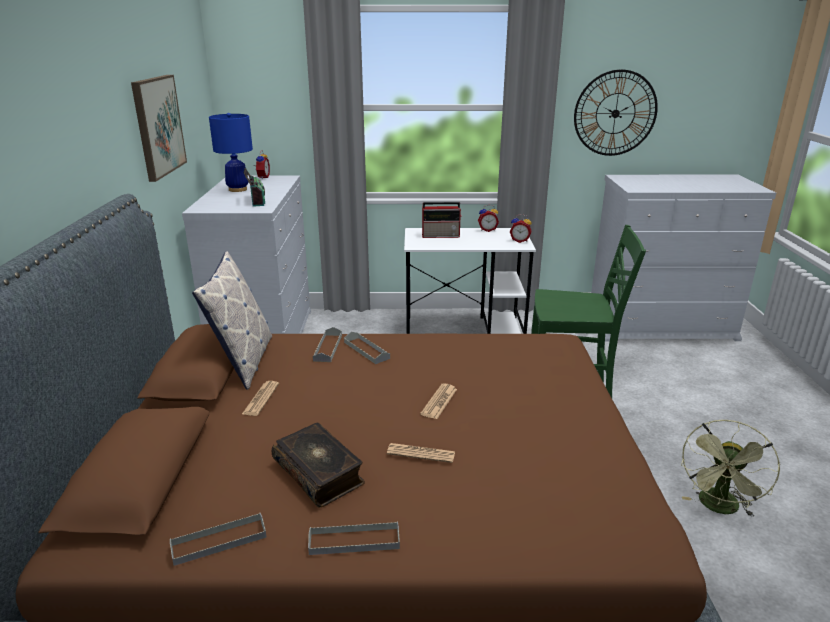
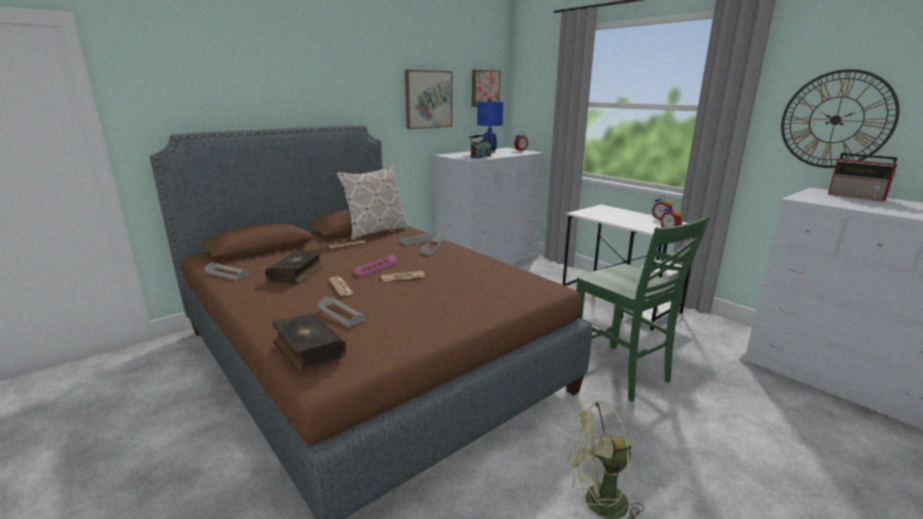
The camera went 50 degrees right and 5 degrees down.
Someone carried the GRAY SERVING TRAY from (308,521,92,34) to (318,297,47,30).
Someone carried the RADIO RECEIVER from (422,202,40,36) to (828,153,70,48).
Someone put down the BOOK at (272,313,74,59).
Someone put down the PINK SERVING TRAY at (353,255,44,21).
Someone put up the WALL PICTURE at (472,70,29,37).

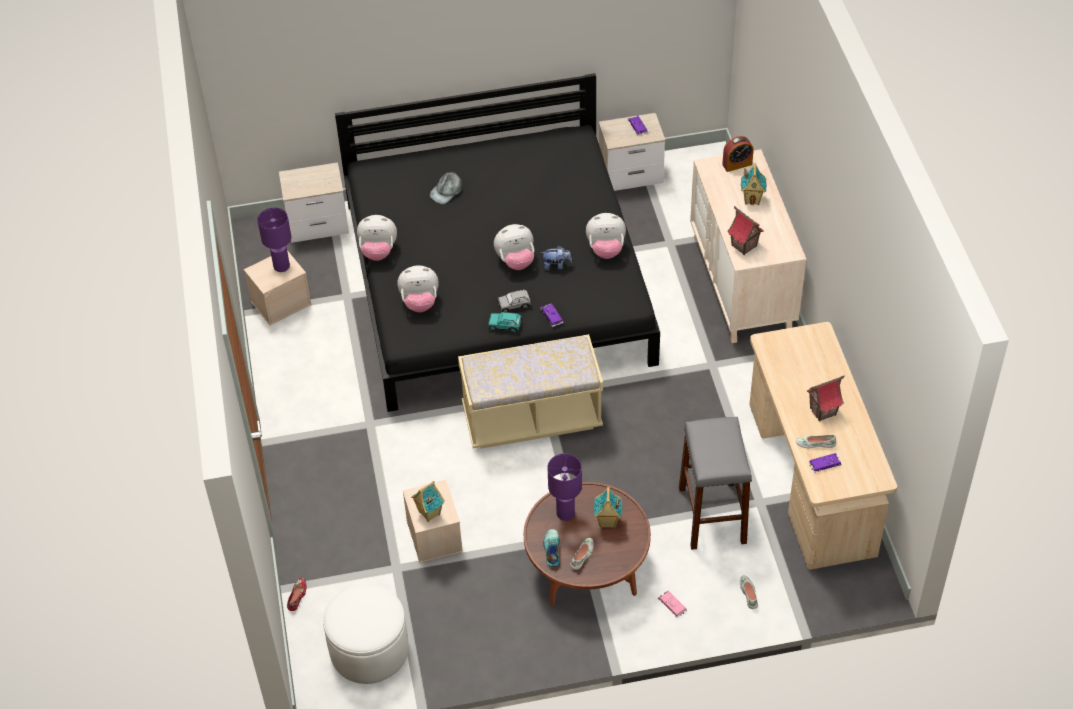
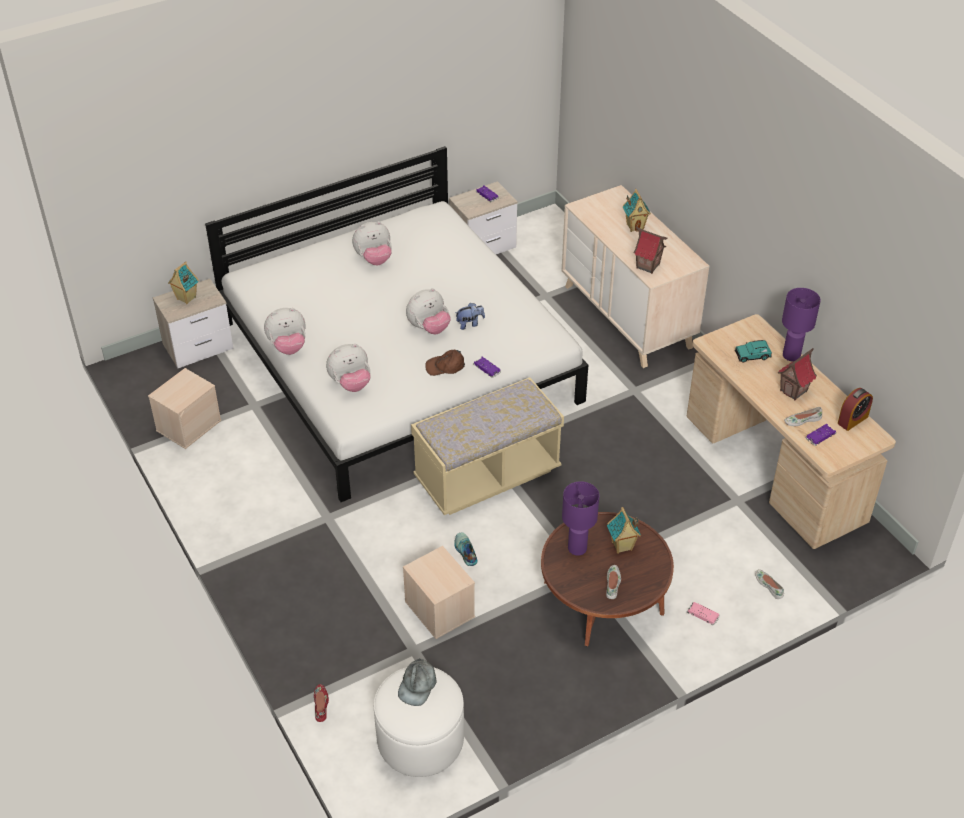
The camera went 20 degrees left and 5 degrees down.
Someone carried the PURPLE TABLE LAMP from (257,207,34,65) to (782,288,38,73).
Someone repainted the BLACKISH BEDROOM BED at (335,73,325,339), which became the WHITE BEDROOM BED at (205,146,383,356).
Someone carried the TOY HOUSE from (411,481,34,41) to (168,262,31,42).
Someone carried the GRAY CAP from (430,172,32,32) to (398,659,39,47).
Someone carried the BLUE-GREEN MINIATURE CAR from (488,311,34,21) to (735,340,37,23).
Someone swapped the GRAY MINIATURE CAR at (497,289,35,23) for the BROWN CAP at (425,350,40,26).
Someone carried the ITEM OF FOOTWEAR from (543,529,17,38) to (454,532,23,34).
Someone carried the PLUSH TOY from (586,213,40,46) to (352,221,40,44).
Someone took away the GRAY STOOL SEAT at (679,417,73,133).
Someone carried the ALARM CLOCK from (722,136,32,36) to (838,388,35,43).

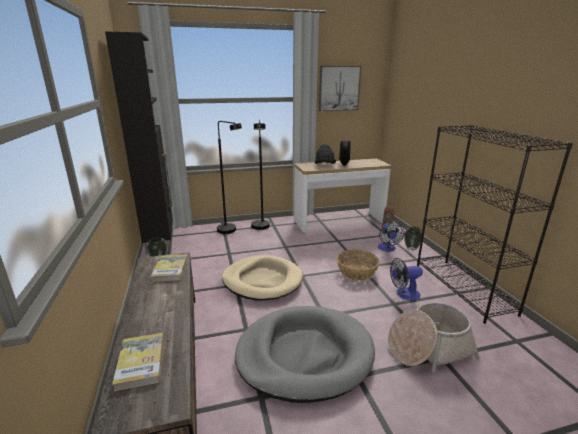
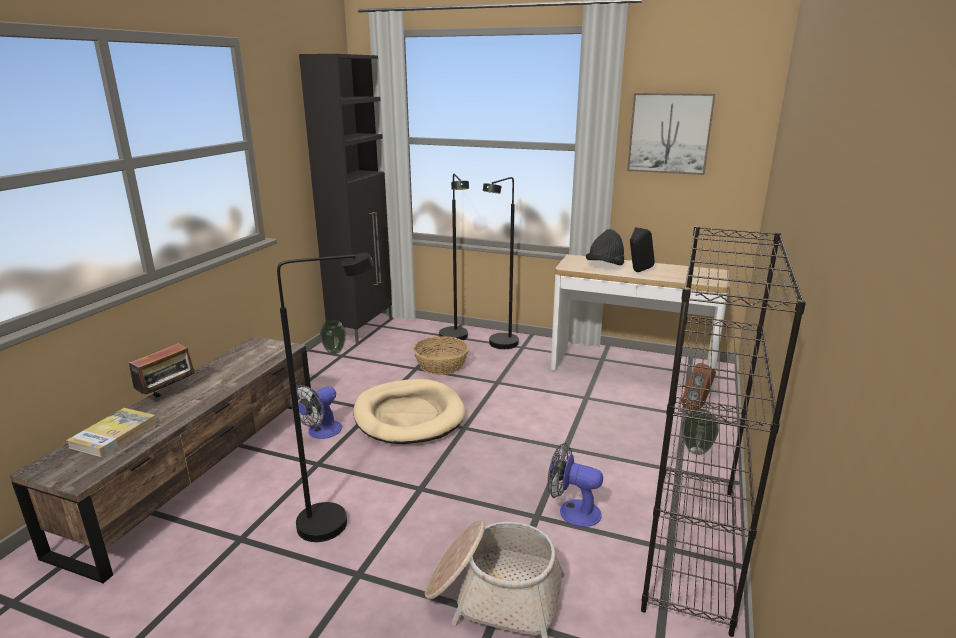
The camera went 35 degrees right and 0 degrees up.
Someone took away the BOOK at (151,255,37,27).
Someone swapped the GRAY PET BED at (235,306,140,97) for the BLACKISH FLOOR LAMP at (277,253,97,289).
Someone carried the HOUSEHOLD BASKET from (337,249,43,32) to (413,336,56,39).
Someone carried the COOLING FAN from (378,223,27,29) to (290,385,52,54).
Someone put down the RADIO RECEIVER at (129,343,69,56).

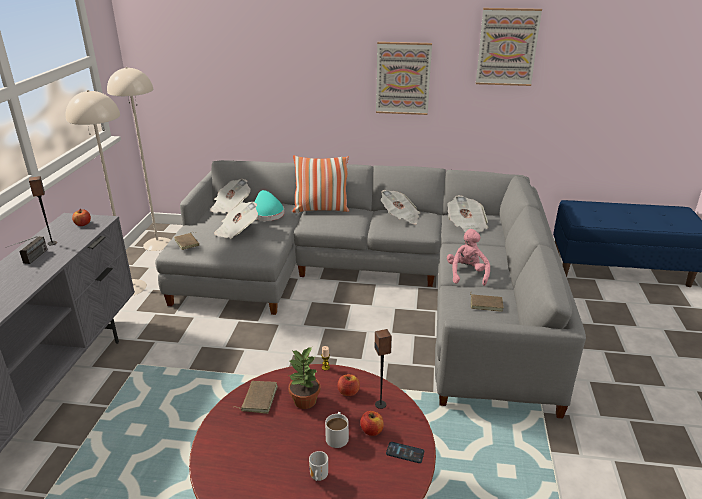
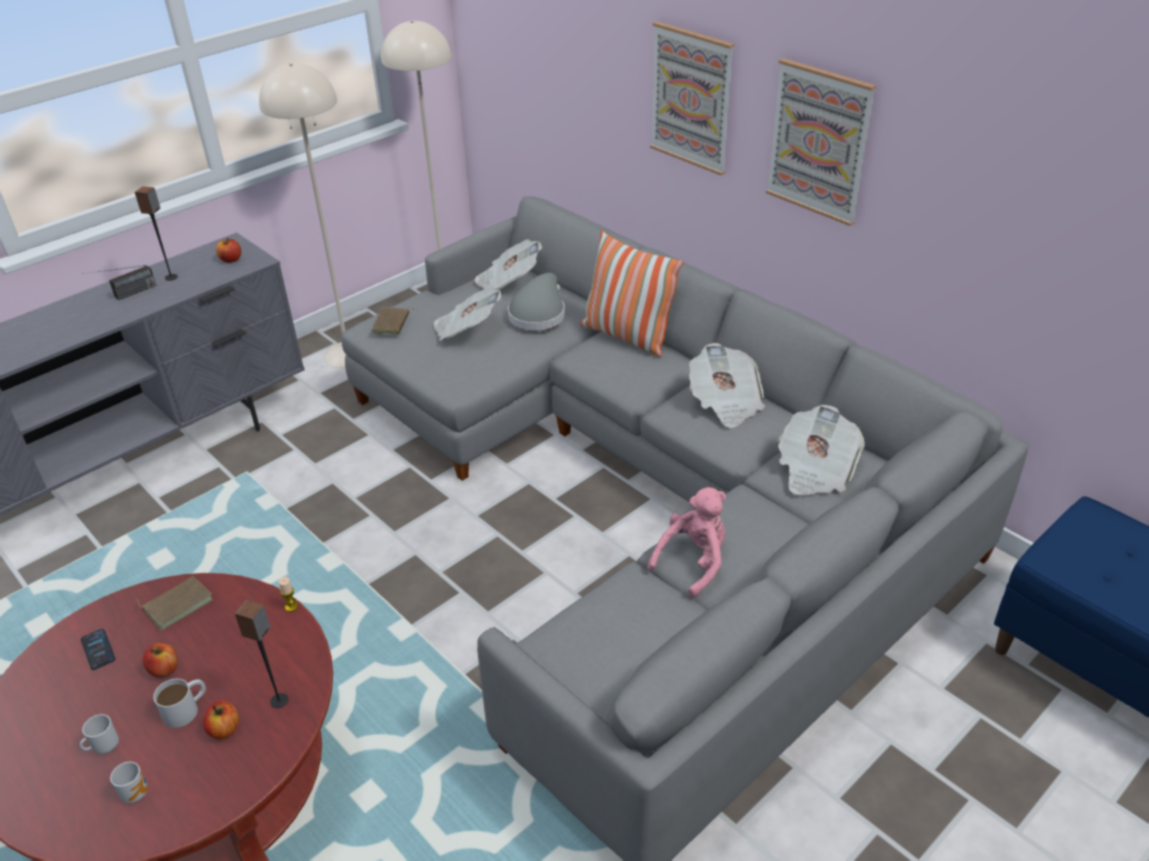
The camera went 40 degrees right and 10 degrees up.
Someone repainted the BLUE-GREEN HAT at (254,190,30,31), which became the GRAY HAT at (508,273,57,58).
Someone took away the PLANT IN A POT at (288,347,32,62).
Someone carried the APPLE from (338,374,22,22) to (142,643,36,35).
Someone carried the PHONE from (386,442,38,21) to (81,629,34,41).
Someone took away the BROWN BOOK at (470,291,34,21).
Someone carried the WALL PICTURE from (476,8,66,78) to (650,21,84,154).
Someone put down the COFFEE MUG at (110,762,38,41).

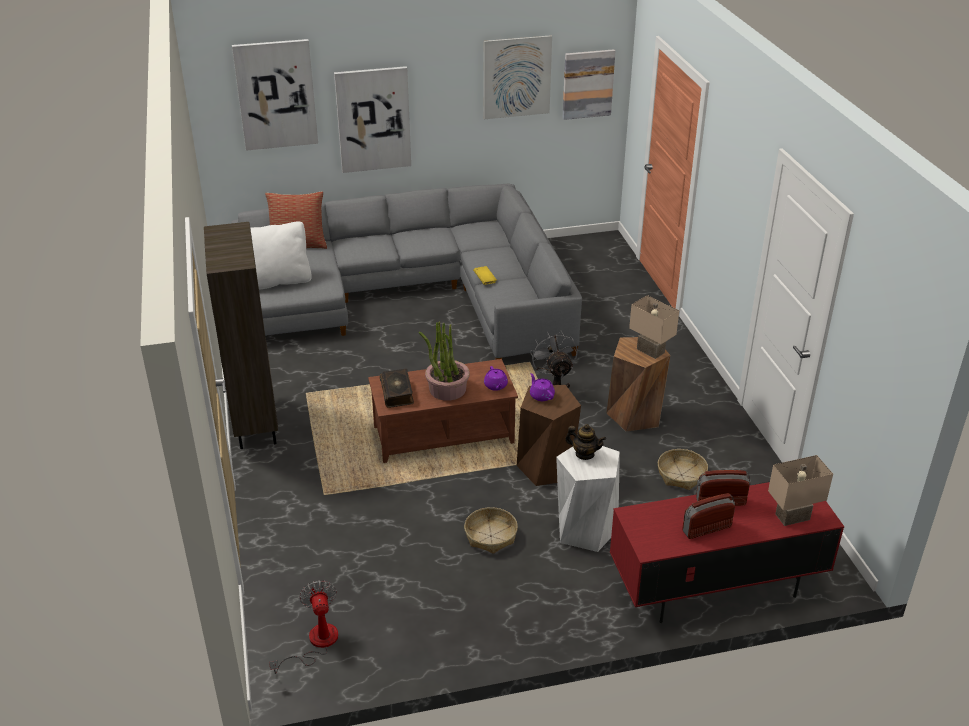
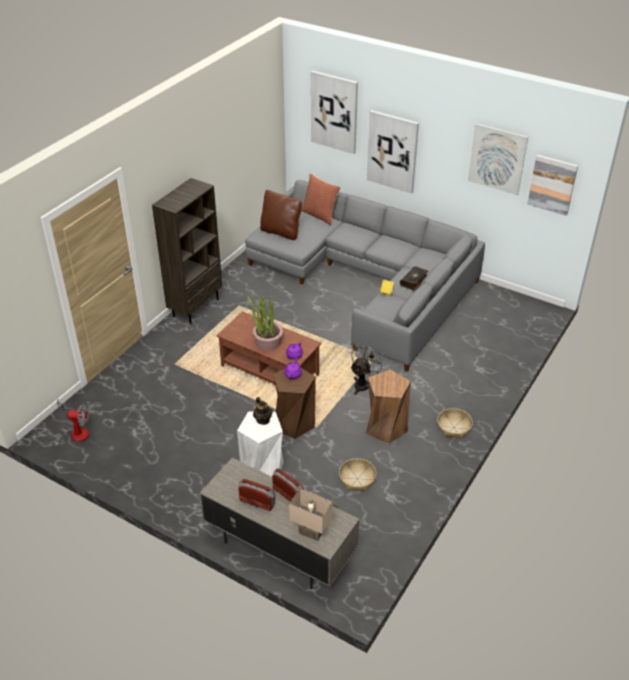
The camera went 45 degrees right and 5 degrees up.
Someone repainted the WHITE THROW PILLOW at (250,221,62,69), which became the BROWN THROW PILLOW at (260,190,42,50).
Someone rotated the COOLING FAN at (269,580,69,94) by 60 degrees clockwise.
Someone carried the BOOK from (380,369,34,39) to (400,266,28,25).
Someone carried the HOUSEHOLD BASKET from (464,507,54,47) to (437,408,36,31).
Someone repainted the RED TV UNIT at (610,481,234,142), which became the GRAY TV UNIT at (200,458,160,131).
Someone took away the BEIGE-COLOURED TABLE LAMP at (629,295,50,64).

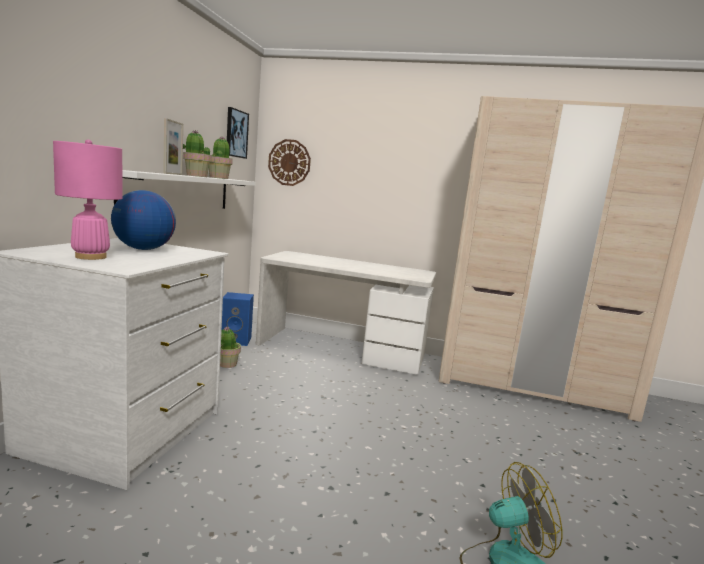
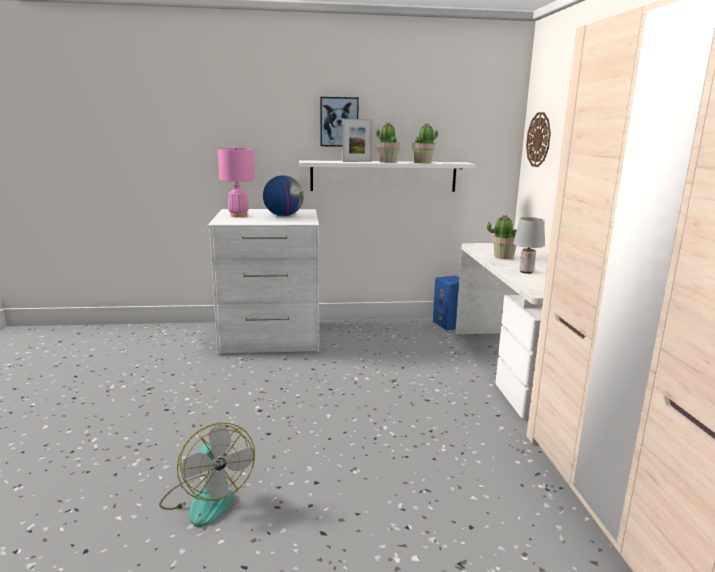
The camera went 70 degrees right and 5 degrees up.
Someone carried the PLANT IN A POT from (220,326,21,42) to (487,215,30,44).
Someone carried the WALL PICTURE from (227,107,22,52) to (320,97,39,50).
Someone put down the GRAY TABLE LAMP at (513,217,32,57).

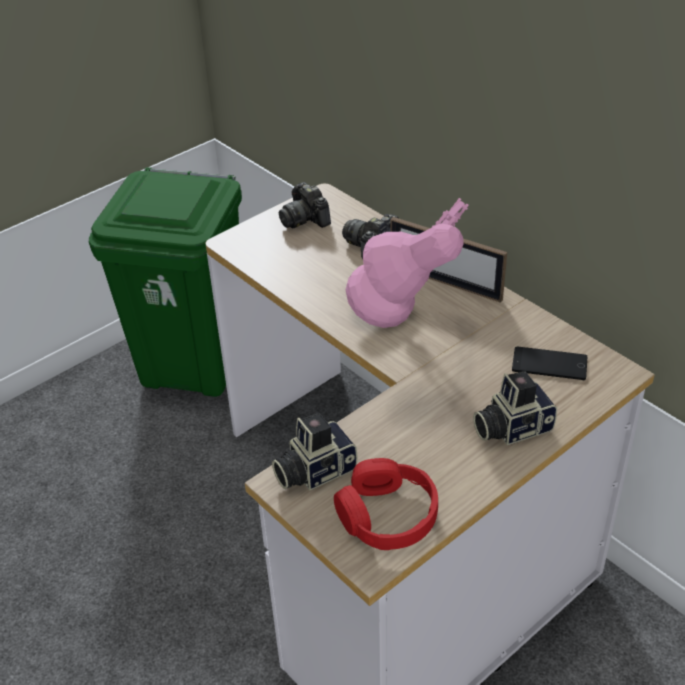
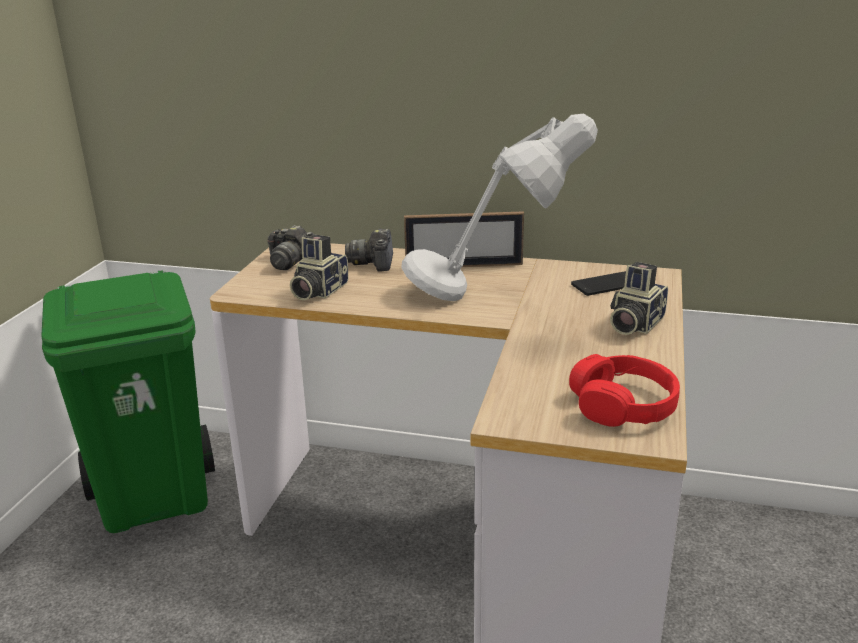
The camera went 35 degrees left and 15 degrees down.
Someone carried the STILL CAMERA from (272,413,86,78) to (290,235,59,65).
Someone repainted the PINK TABLE LAMP at (346,198,123,130), which became the GRAY TABLE LAMP at (401,114,197,187).

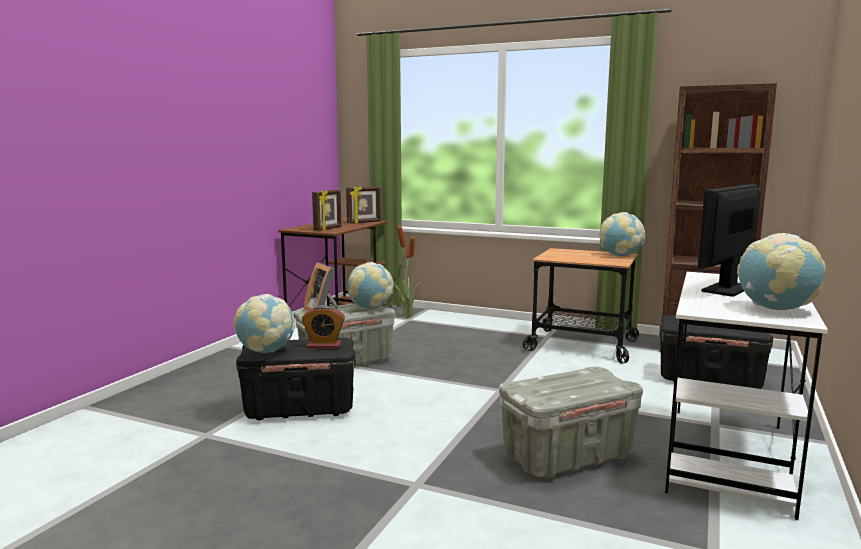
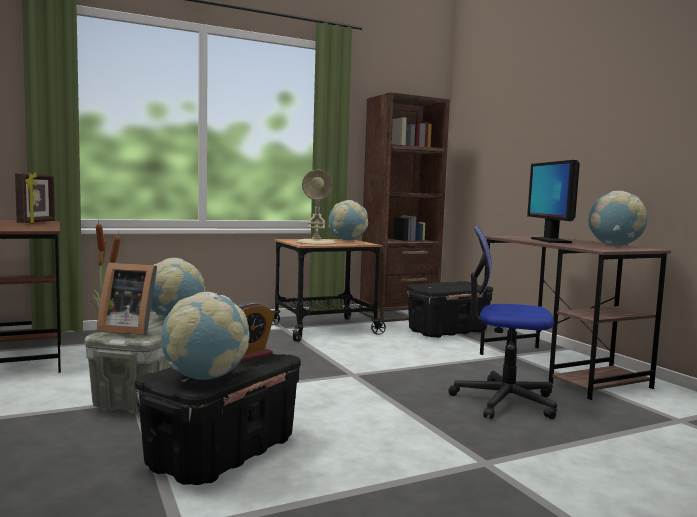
The camera went 50 degrees left and 5 degrees down.
Someone took away the PHOTO FRAME at (312,190,30,41).
Someone swapped the GRAY STORAGE BOX at (499,366,144,112) for the OFFICE CHAIR at (448,226,109,193).
Someone repainted the WHITE DESK UNIT at (665,272,163,248), which became the BROWN DESK UNIT at (480,236,191,164).
Someone put down the BEIGE-COLOURED TABLE LAMP at (296,170,41,75).

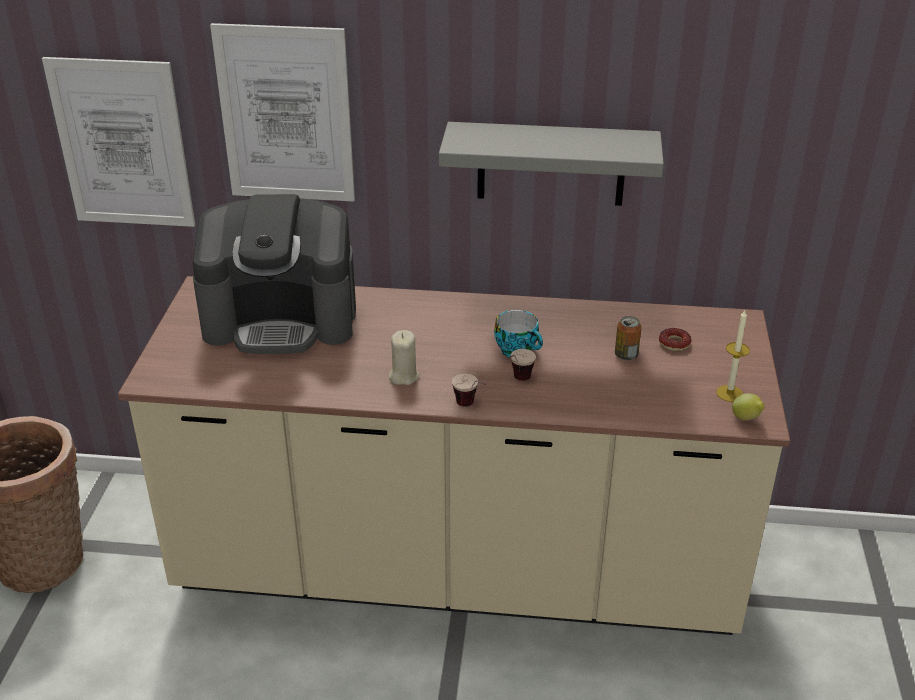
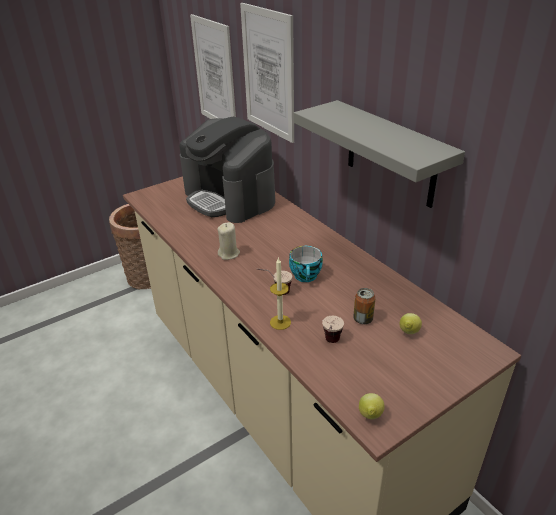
The camera went 50 degrees right and 0 degrees up.
Someone carried the DRINKING CUP from (452,374,34,33) to (322,316,22,27).
Someone swapped the DONUT at (659,328,32,23) for the CITRUS FRUIT at (399,313,23,21).
Someone carried the CANDLE from (716,310,34,92) to (270,257,21,73).

